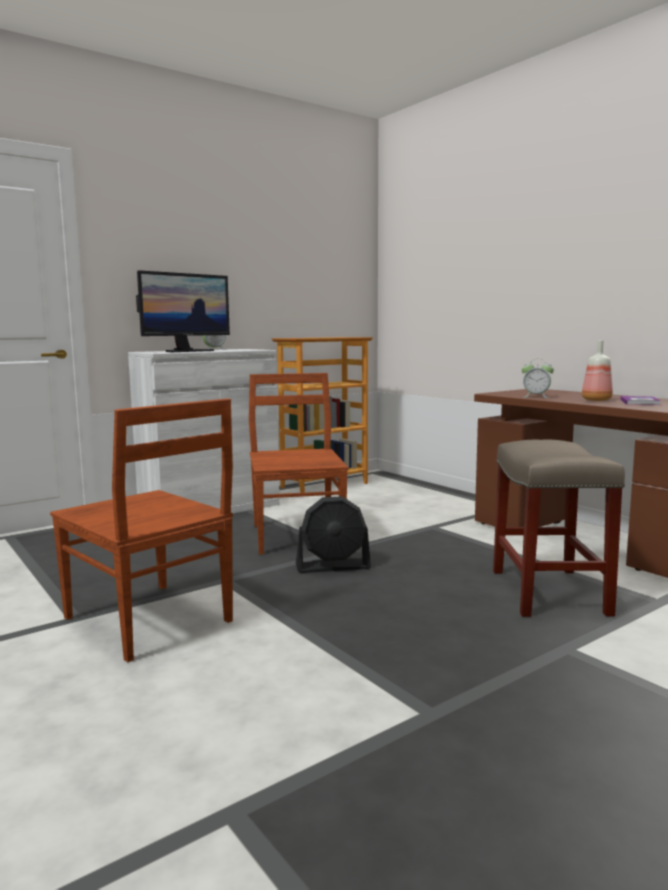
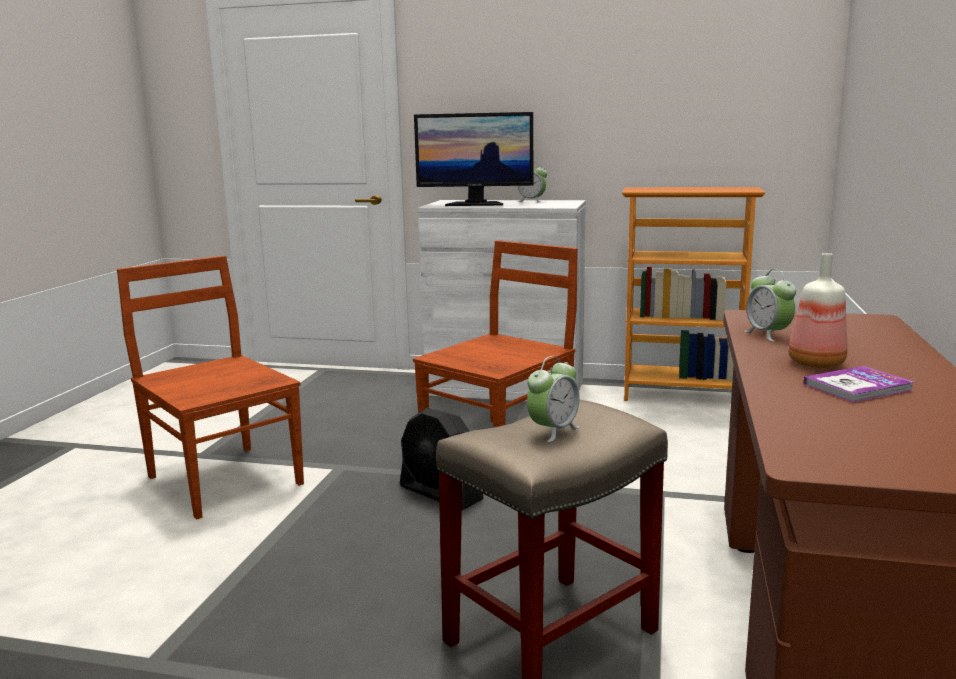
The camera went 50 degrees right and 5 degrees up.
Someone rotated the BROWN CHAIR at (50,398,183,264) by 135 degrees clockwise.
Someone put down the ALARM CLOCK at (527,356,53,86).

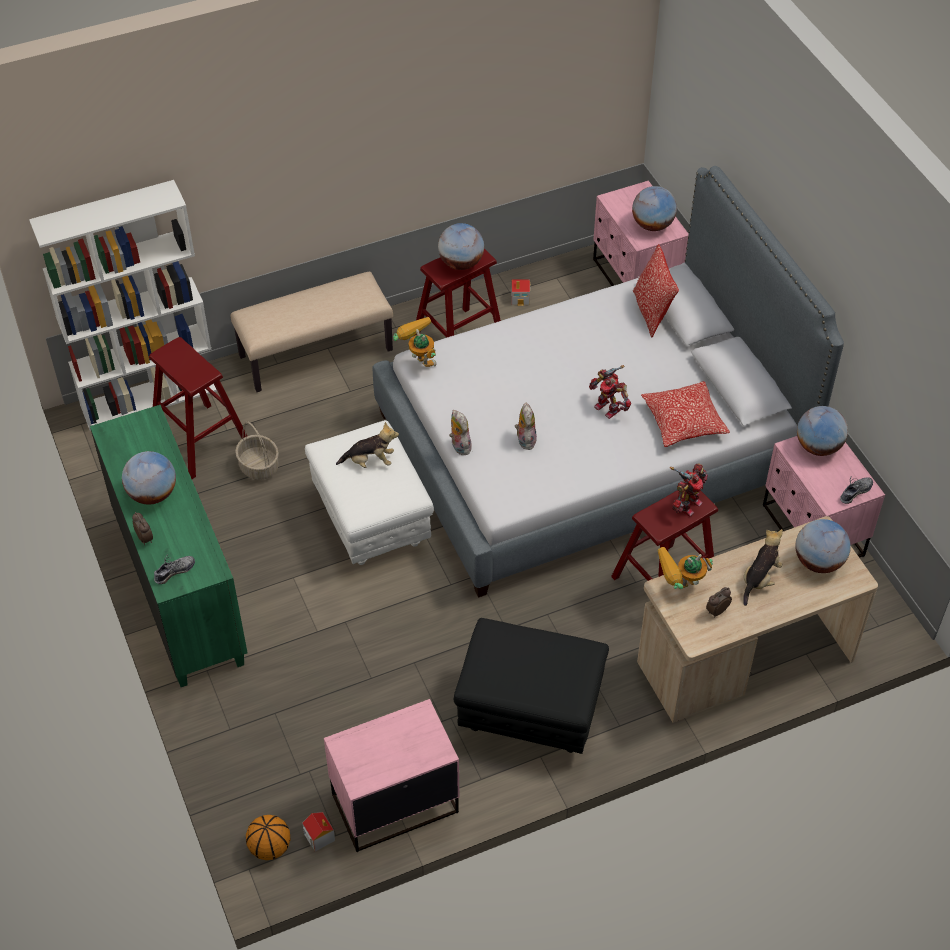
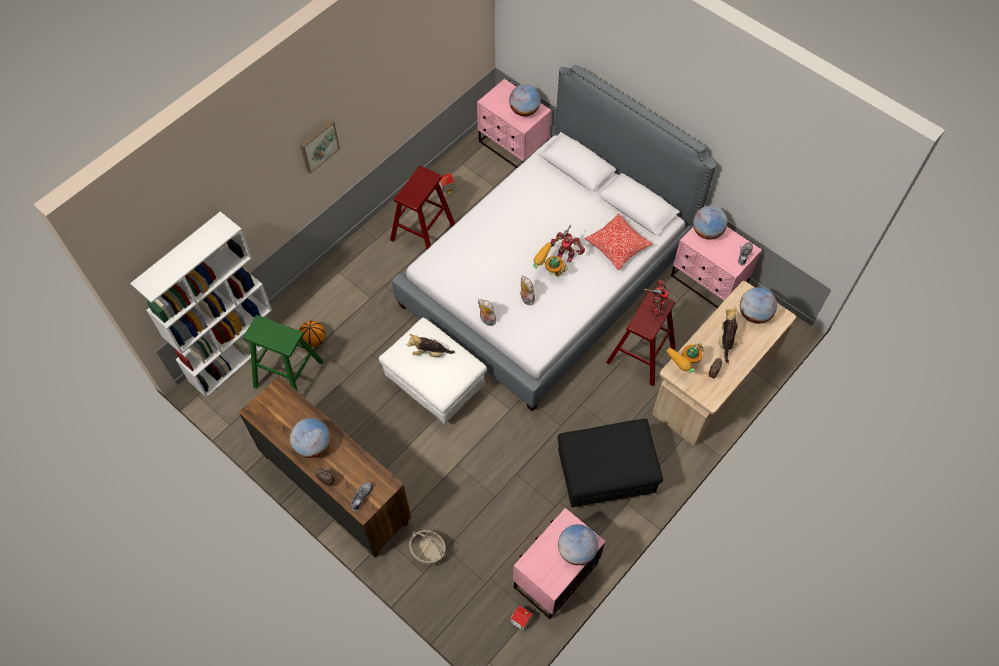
The camera went 25 degrees left and 10 degrees up.
Someone repainted the GREENISH DRESSER at (90,405,158,282), which became the BROWN DRESSER at (239,376,172,182).
Someone repainted the RED STOOL SEAT at (149,337,98,142), which became the GREENISH STOOL SEAT at (243,315,81,77).
Someone took away the BEIGE-COLOURED BENCH at (231,272,162,120).
Someone carried the HOUSEHOLD BASKET from (235,421,44,59) to (409,530,37,36).
Someone carried the BALL FOR BASKETBALL from (246,815,44,45) to (299,320,26,27).
Someone rotated the PLUSH TOY at (336,422,63,46) by 150 degrees counterclockwise.
Someone carried the TOY ROBOT from (393,317,44,50) to (533,242,35,35).
Someone carried the GLOBE from (438,223,46,47) to (558,524,40,41).
Someone took away the THROW PILLOW at (633,244,46,93).
Someone put up the WALL PICTURE at (300,120,40,54).

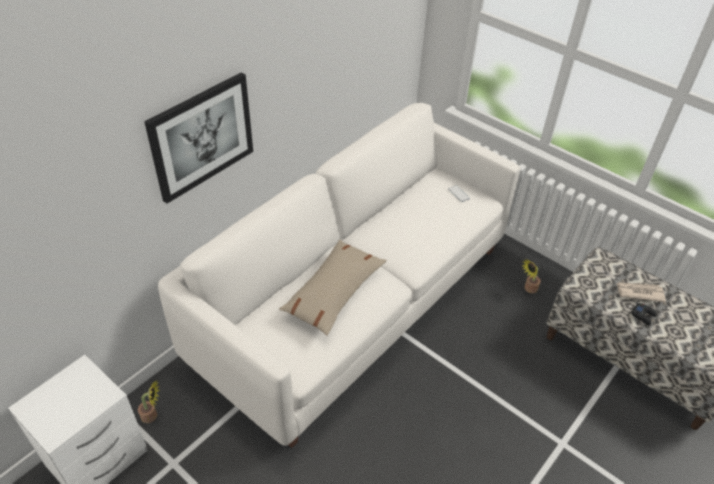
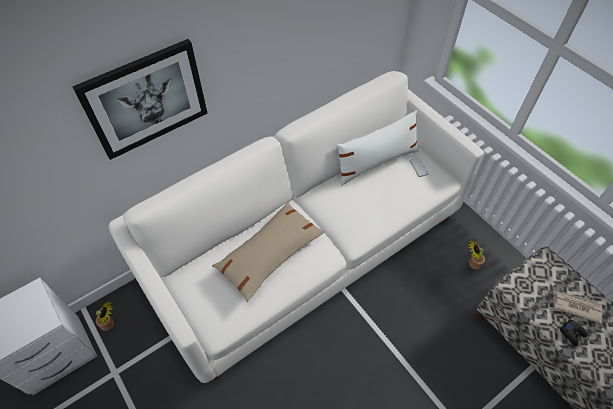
The camera went 15 degrees right and 10 degrees up.
Someone put down the WHITE THROW PILLOW at (336,110,83,76).

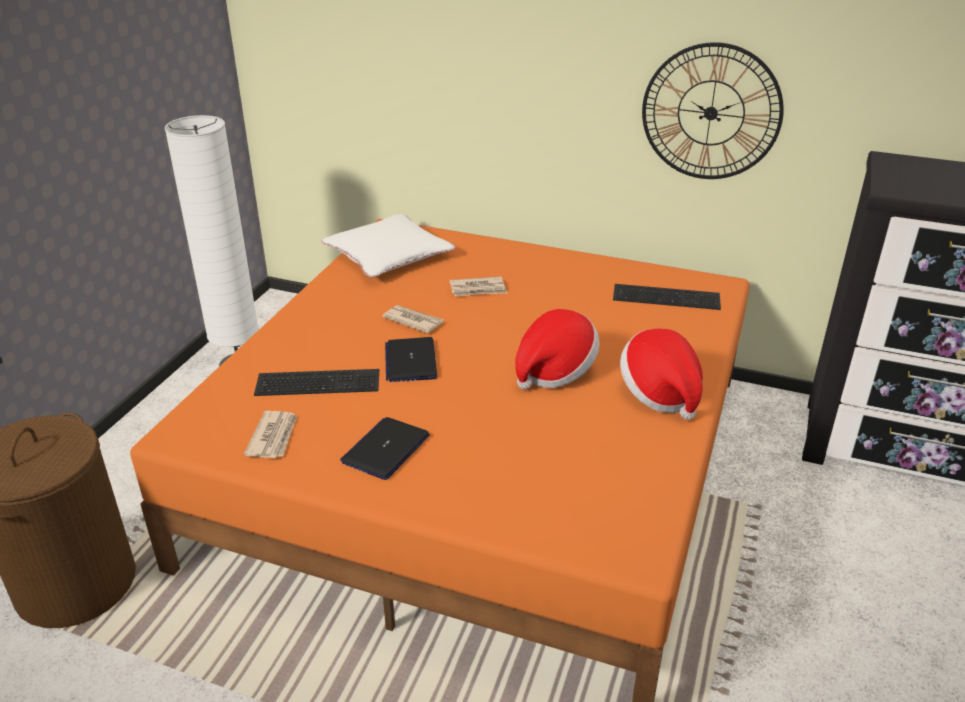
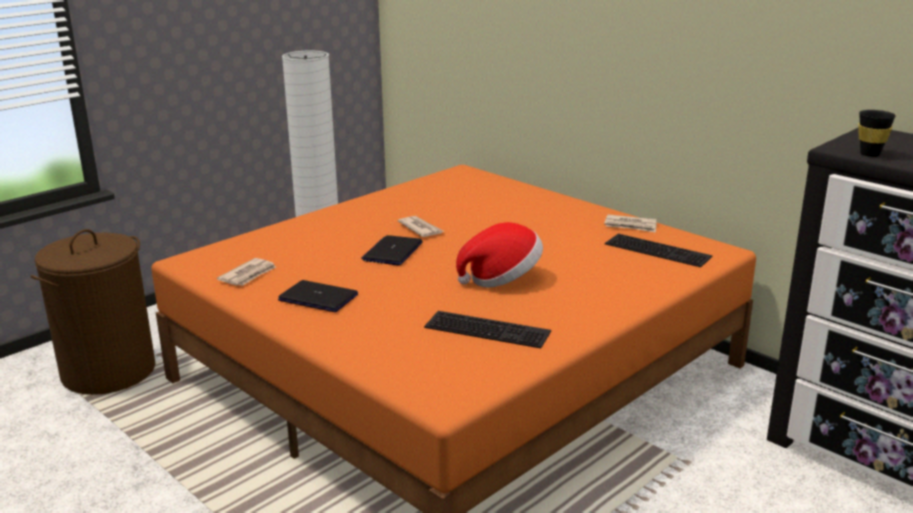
The camera went 25 degrees right and 10 degrees down.
Someone carried the KEYBOARD from (254,369,125,27) to (424,311,127,37).
Someone took away the WHITE THROW PILLOW at (321,214,134,63).
Someone rotated the NOTEBOOK COMPUTER at (340,417,90,63) by 60 degrees clockwise.
Someone carried the PRINTED PAPER from (450,276,57,21) to (604,215,53,18).
Someone took away the HAT at (620,329,83,91).
Someone took away the WALL CLOCK at (642,42,142,137).
Someone put down the BLACKISH DRINKING CUP at (858,110,38,47).

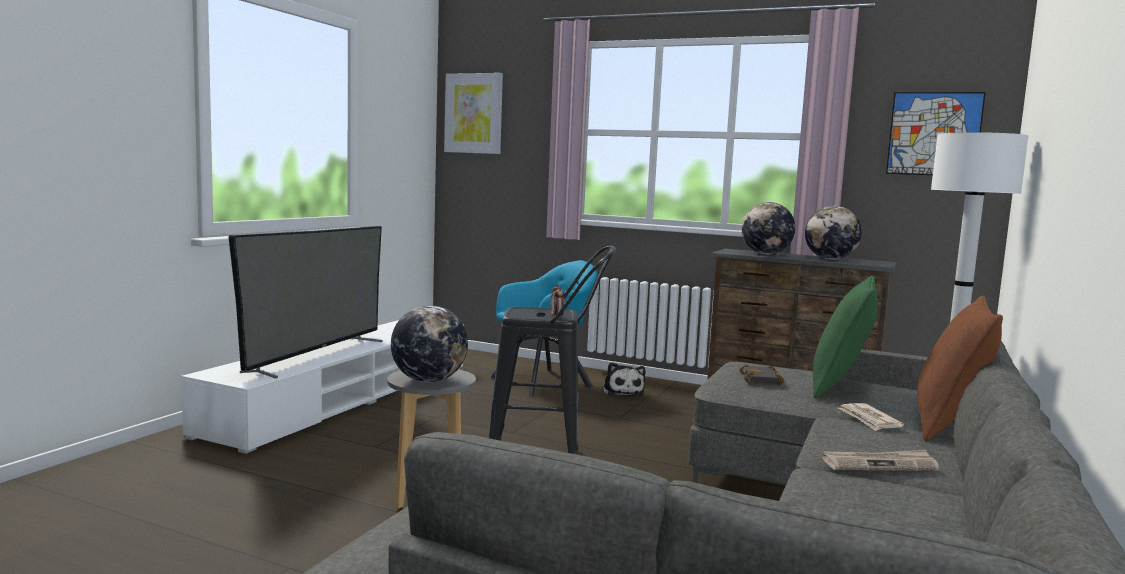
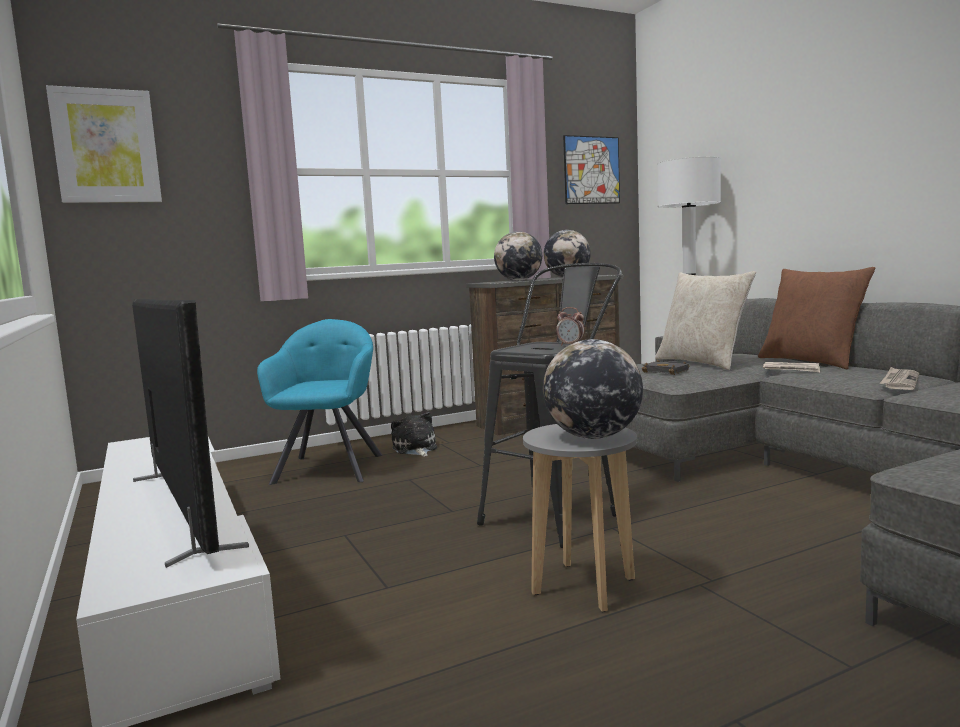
The camera went 50 degrees left and 0 degrees up.
Someone rotated the PLUSH TOY at (603,362,42,34) by 135 degrees counterclockwise.
Someone repainted the GREENISH THROW PILLOW at (813,276,65,123), which became the BEIGE-COLOURED THROW PILLOW at (655,271,101,99).

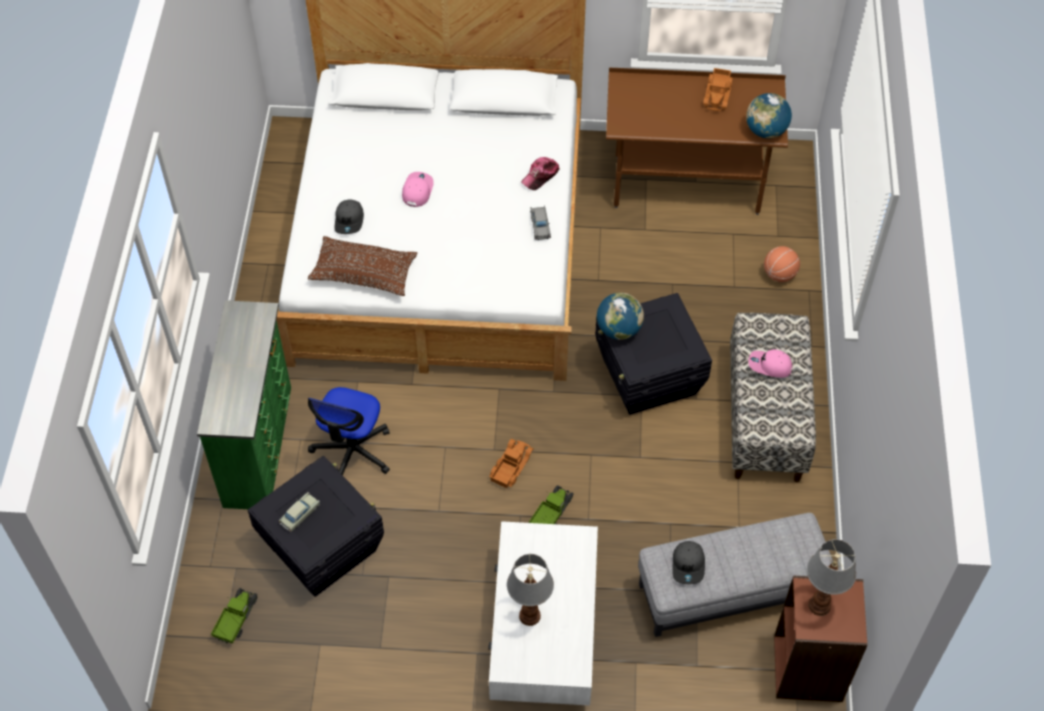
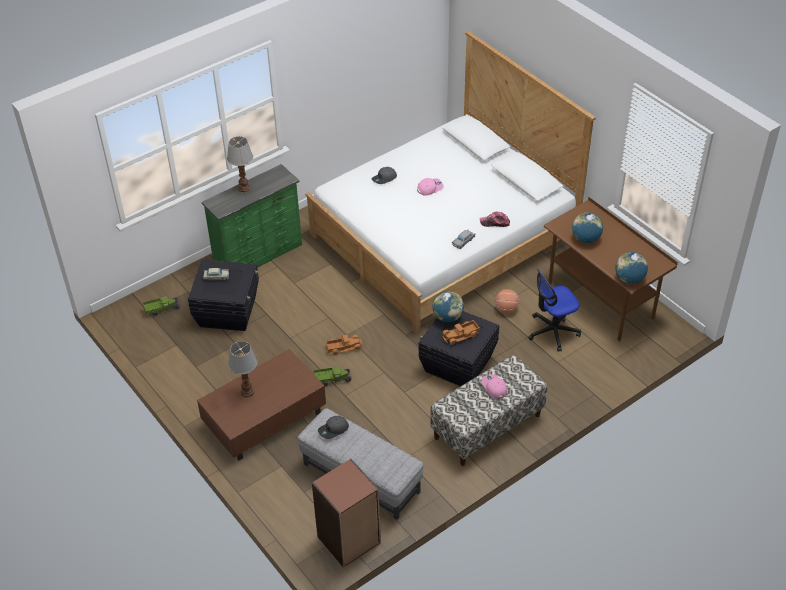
The camera went 50 degrees right and 10 degrees down.
Someone took away the BROWN THROW PILLOW at (308,236,109,60).
Someone carried the OFFICE CHAIR from (308,387,82,88) to (528,269,53,83).
Someone repainted the WHITE LOW TABLE at (488,521,110,185), which became the BROWN LOW TABLE at (197,349,129,112).
Someone carried the TOY LORRY from (703,68,30,43) to (442,320,38,25).
Someone carried the BALL FOR BASKETBALL from (764,246,36,36) to (495,289,24,24).
Someone carried the TABLE LAMP from (807,539,49,77) to (227,136,26,57).
Someone put down the GLOBE at (572,212,31,31).

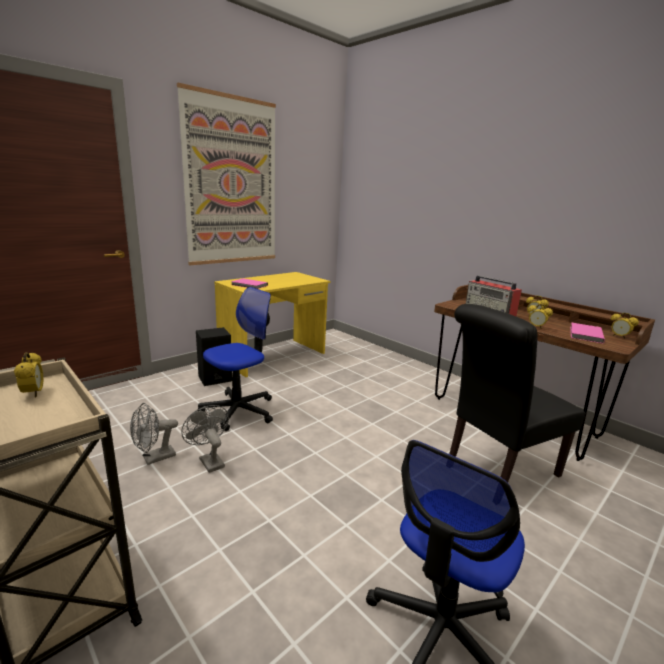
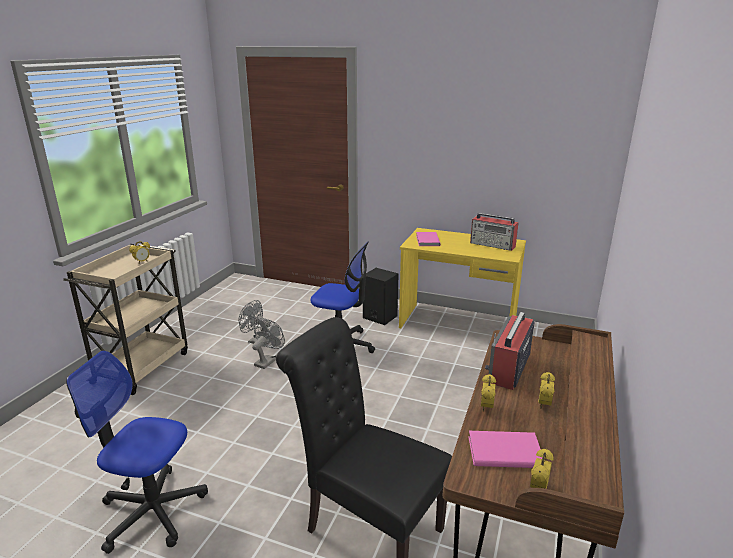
The camera went 65 degrees right and 5 degrees up.
Someone took away the WALL PICTURE at (177,83,99,182).
Someone put down the RADIO RECEIVER at (470,213,49,38).

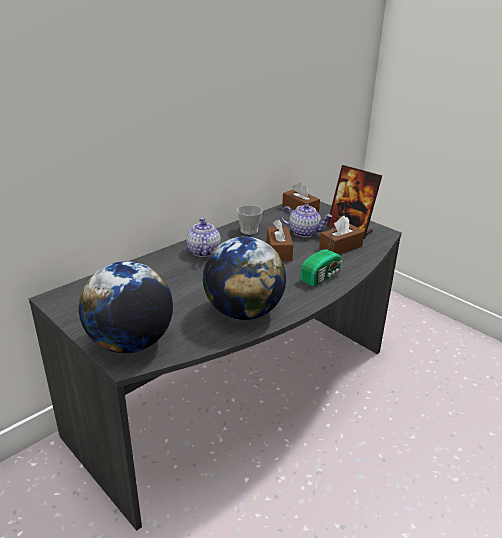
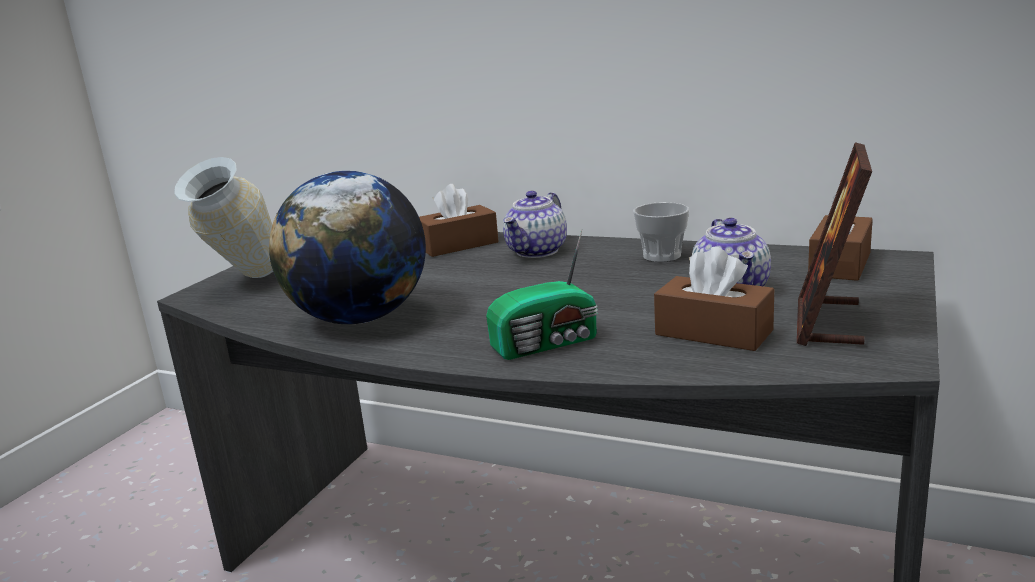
The camera went 70 degrees right and 10 degrees down.
Someone swapped the GLOBE at (79,261,94,92) for the DECORATIVE VASE at (175,157,98,121).
Someone rotated the POT FOR TEA at (186,218,35,39) by 150 degrees clockwise.
Someone carried the BROWN TISSUE BOX from (267,219,26,42) to (419,184,80,73).
Someone rotated the RADIO RECEIVER at (301,229,41,58) by 45 degrees counterclockwise.

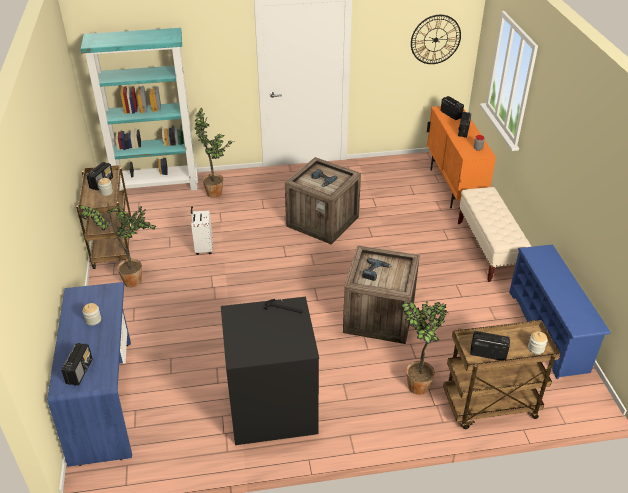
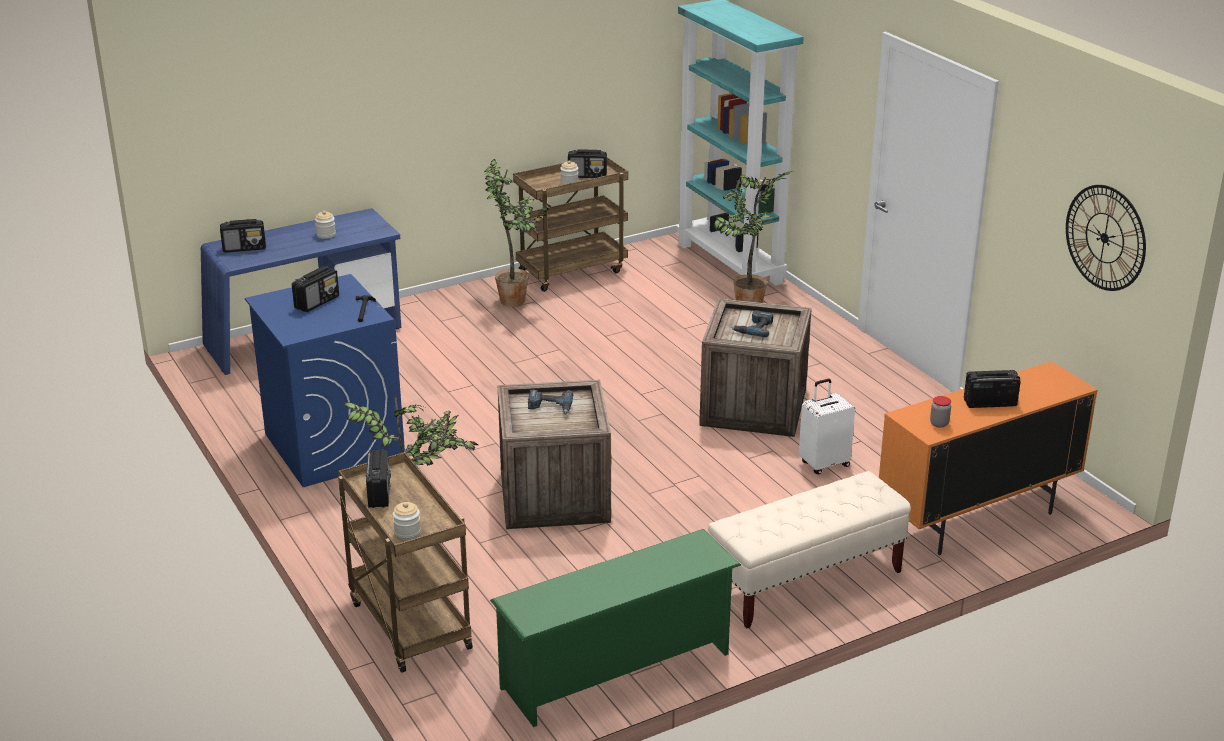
The camera went 70 degrees right and 10 degrees down.
Someone carried the WHITE TRAVEL CASE from (191,206,22,49) to (799,379,56,96).
Someone repainted the BLACKISH LAUNDRY MACHINE at (221,297,98,148), which became the BLUE LAUNDRY MACHINE at (245,274,160,213).
Someone carried the RADIO RECEIVER from (441,96,23,24) to (292,266,47,46).
Someone repainted the BLUE SHOE RACK at (509,245,102,134), which became the GREENISH SHOE RACK at (490,529,251,198).

